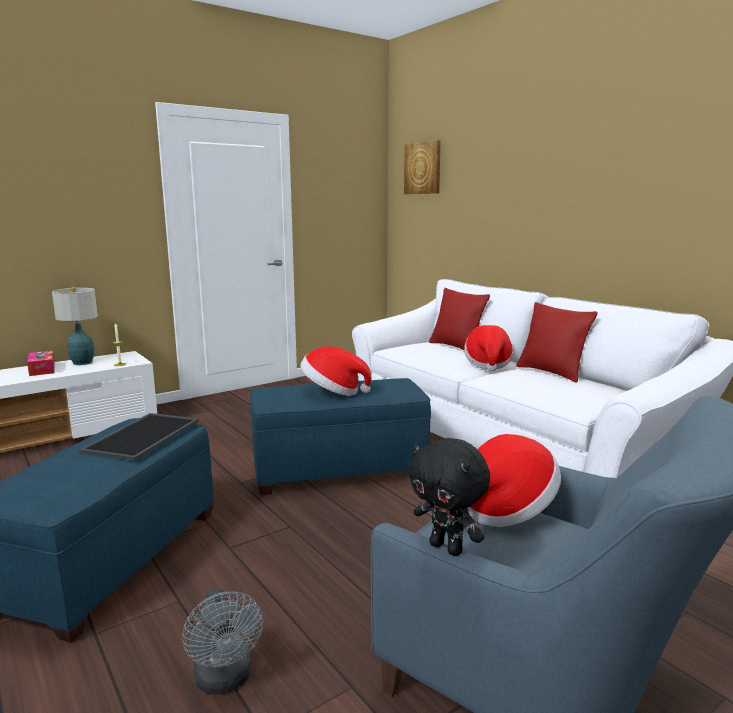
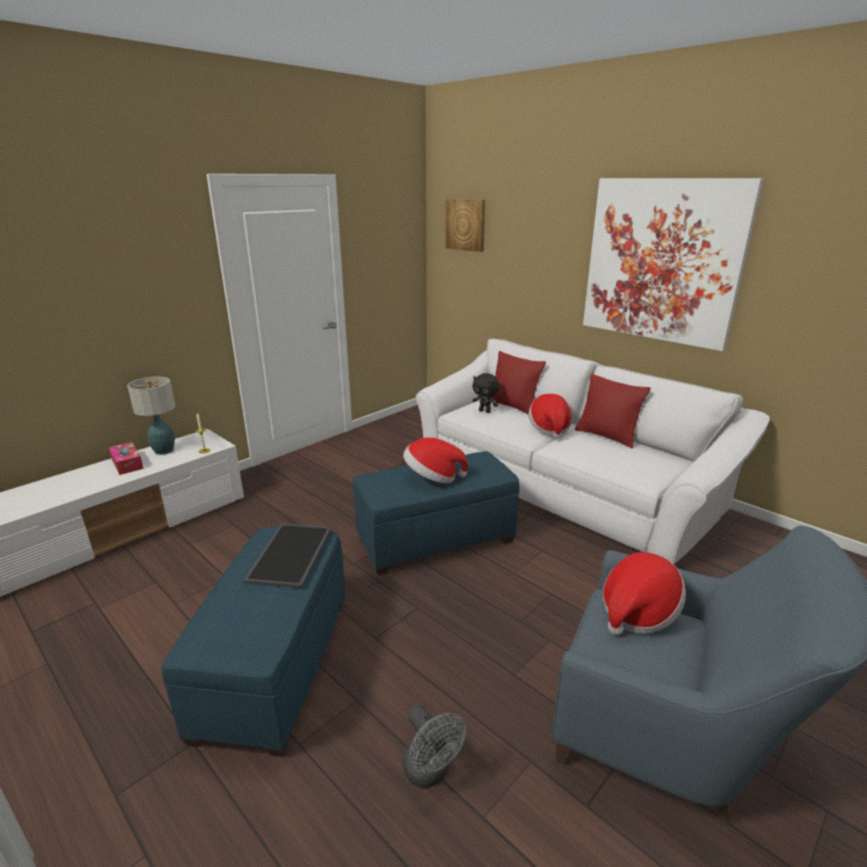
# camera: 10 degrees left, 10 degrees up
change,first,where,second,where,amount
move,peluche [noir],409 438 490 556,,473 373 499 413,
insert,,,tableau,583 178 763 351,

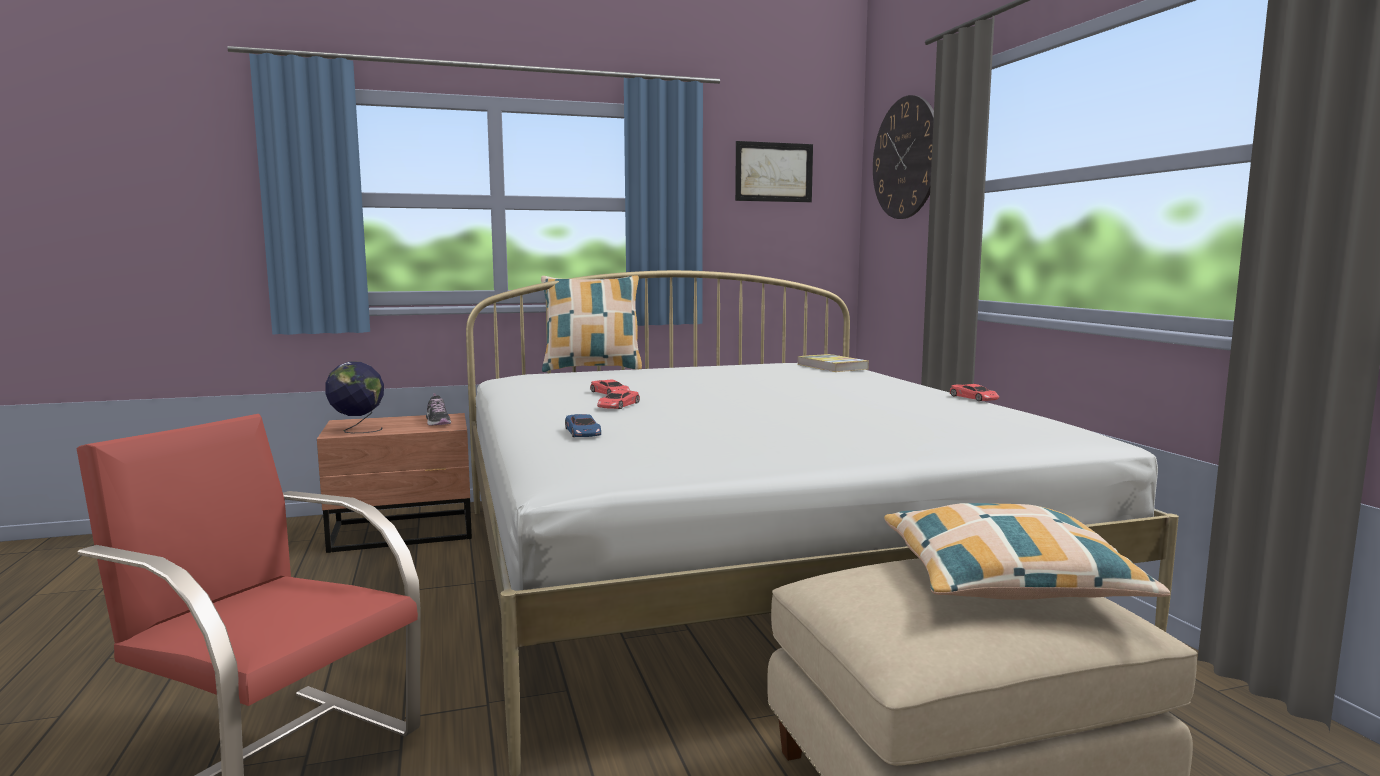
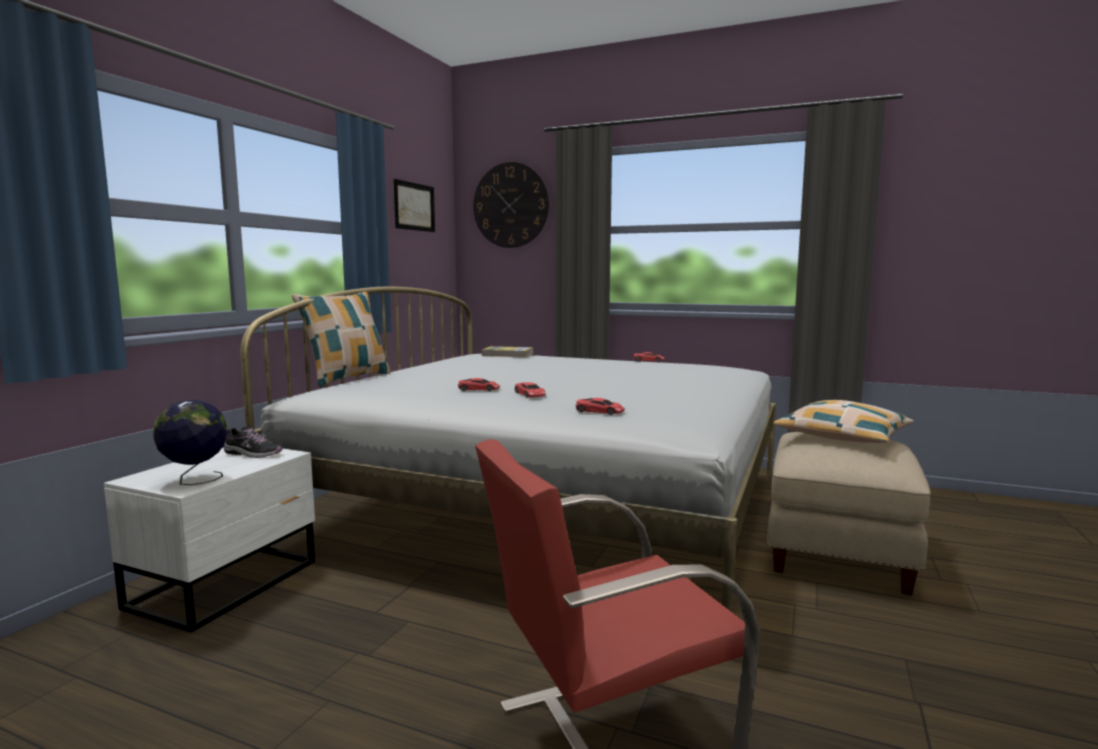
# camera: 50 degrees left, 0 degrees up
change,first,where,second,where,amount
recolor,table de chevet [marron],317 413 472 553,table de chevet [blanc],104 448 315 633,
recolor,petite voiture [bleu],565 414 601 437,petite voiture [rouge],576 398 625 415,

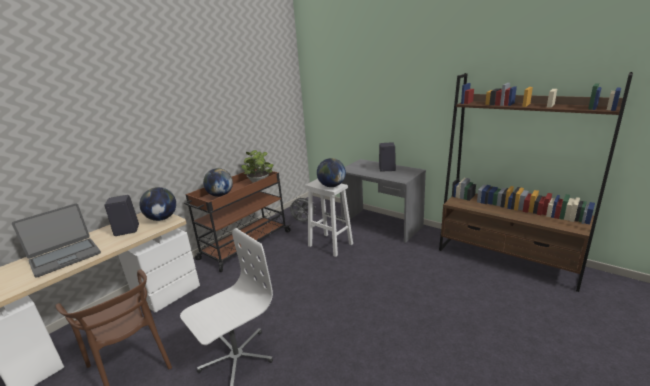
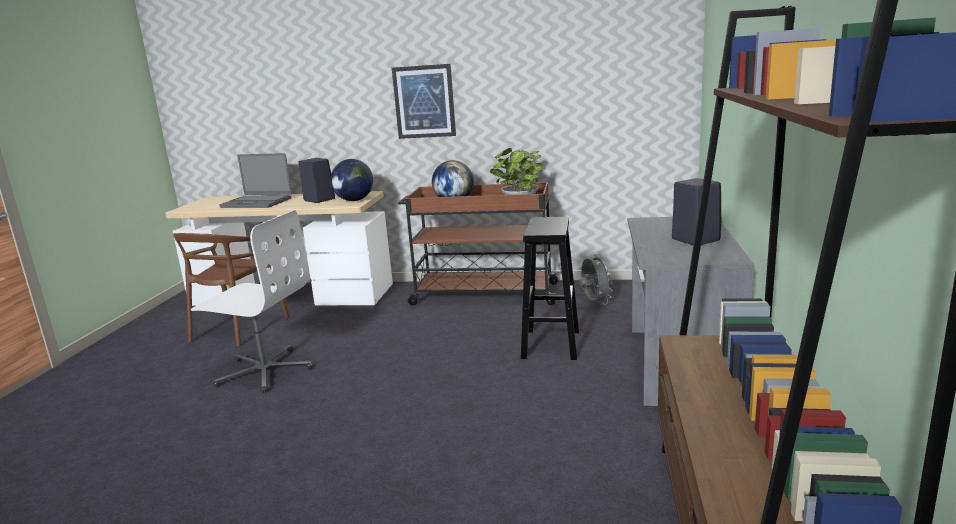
# camera: 60 degrees right, 5 degrees down
change,first,where,second,where,amount
recolor,tabouret [blanc],305 179 353 257,tabouret [noir],521 217 579 360,
delete,globe,317 158 346 187,,,
insert,,,tableau,392 64 456 139,

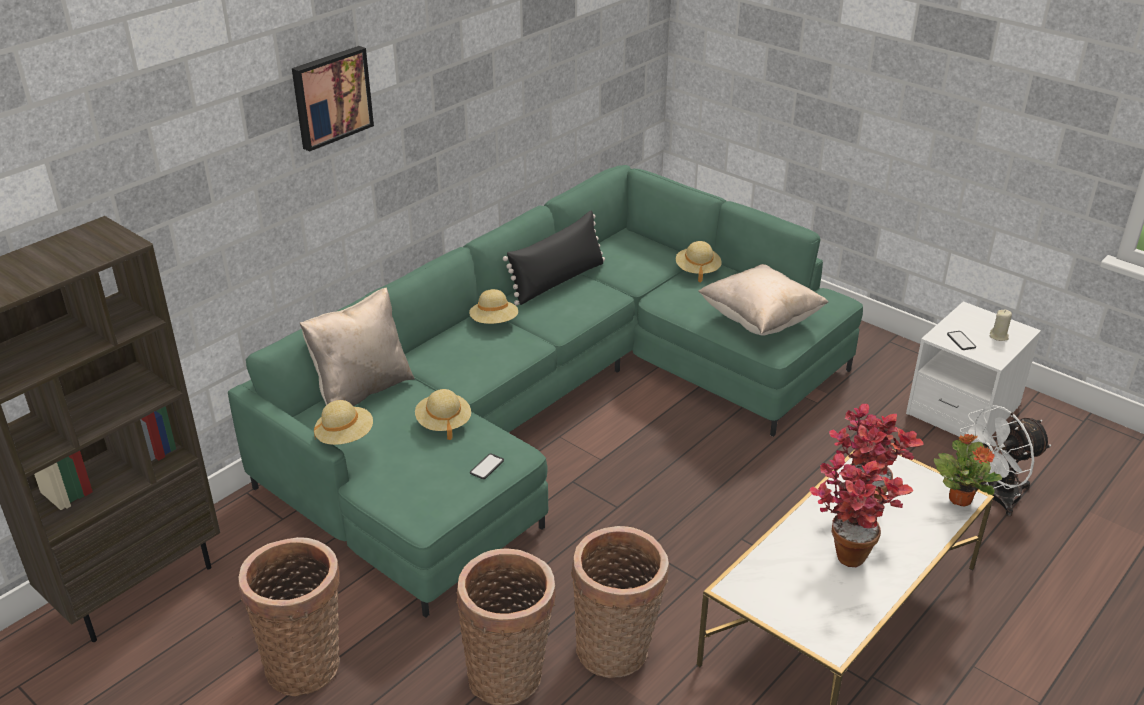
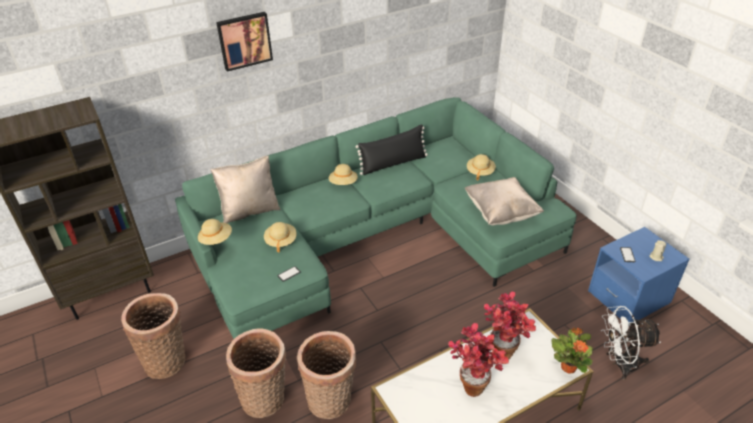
# camera: 20 degrees right, 5 degrees up
change,first,where,second,where,amount
recolor,table de chevet [blanc],906 301 1041 443,table de chevet [bleu],588 227 690 322,

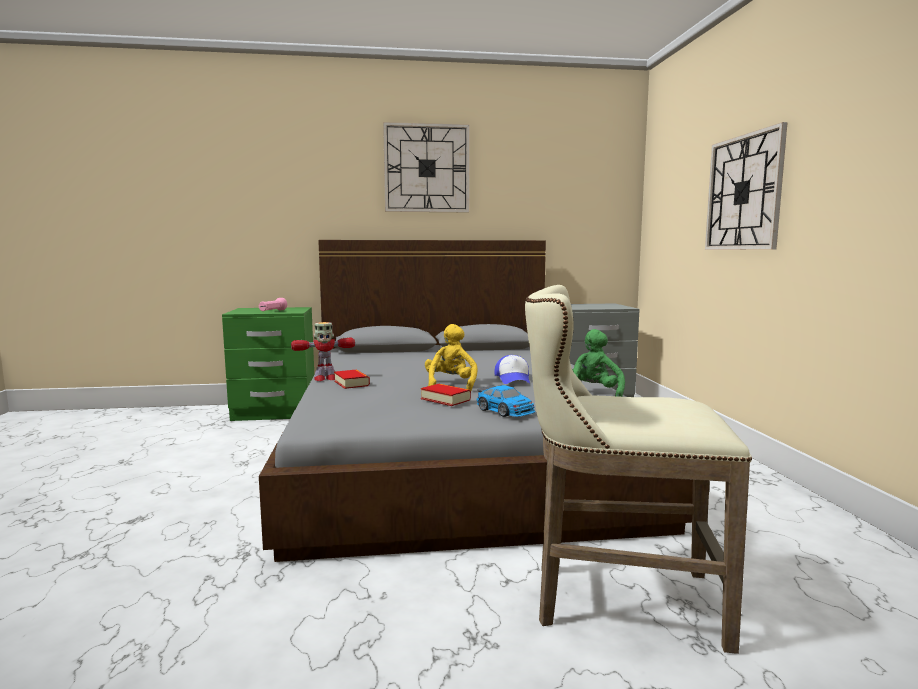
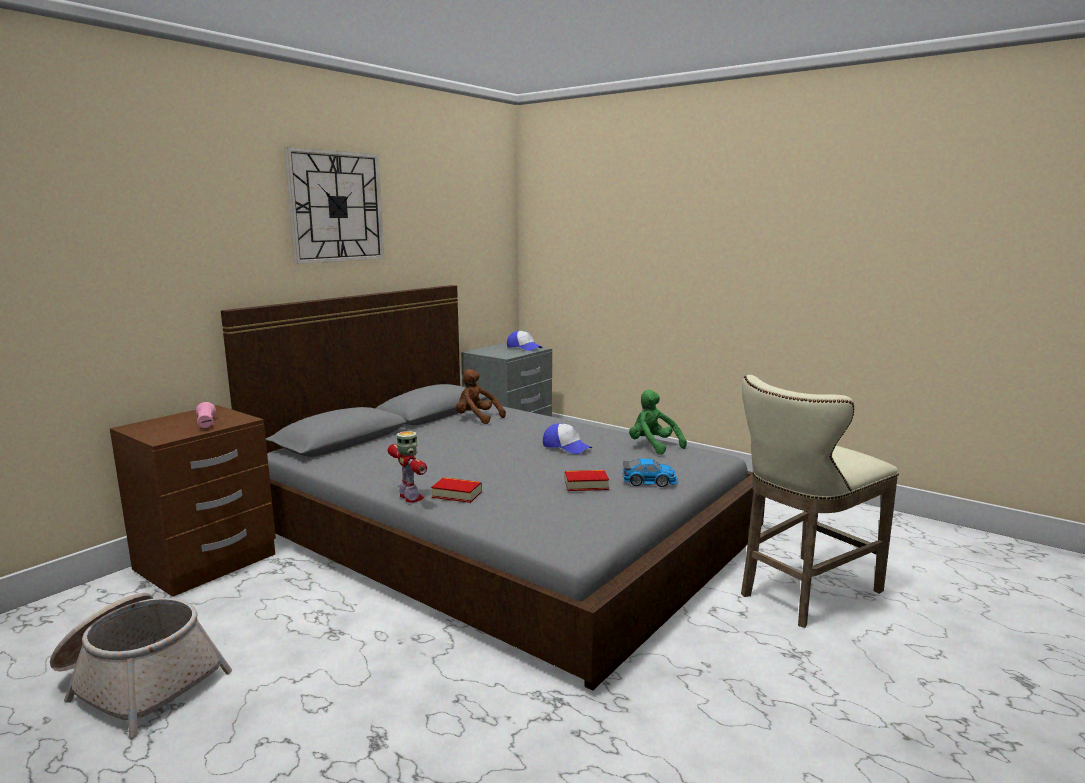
# camera: 45 degrees left, 5 degrees up
change,first,where,second,where,amount
recolor,table de chevet [vert],222 307 314 421,table de chevet [marron],110 405 276 597,
rotate,robot jouet,291 322 355 381,,388 431 427 503,60 degrees counterclockwise
delete,peluche [jaune],425 324 477 391,,,
delete,horloge murale,705 122 788 250,,,
insert,,,panier,50 593 232 737,
insert,,,peluche [marron],456 369 506 424,
insert,,,casquette,507 331 543 351,

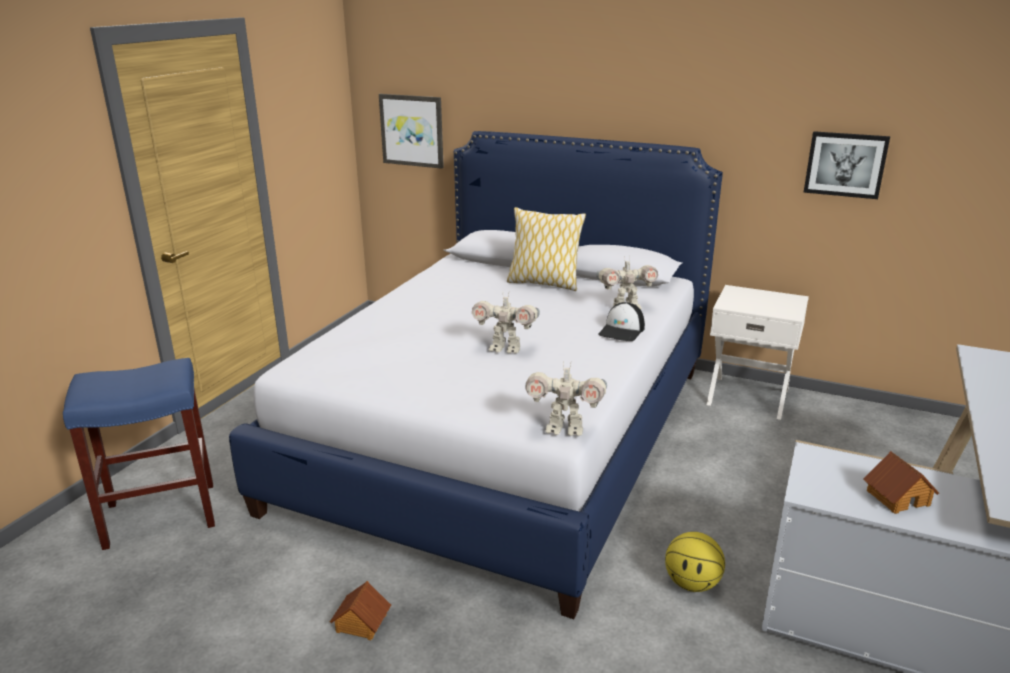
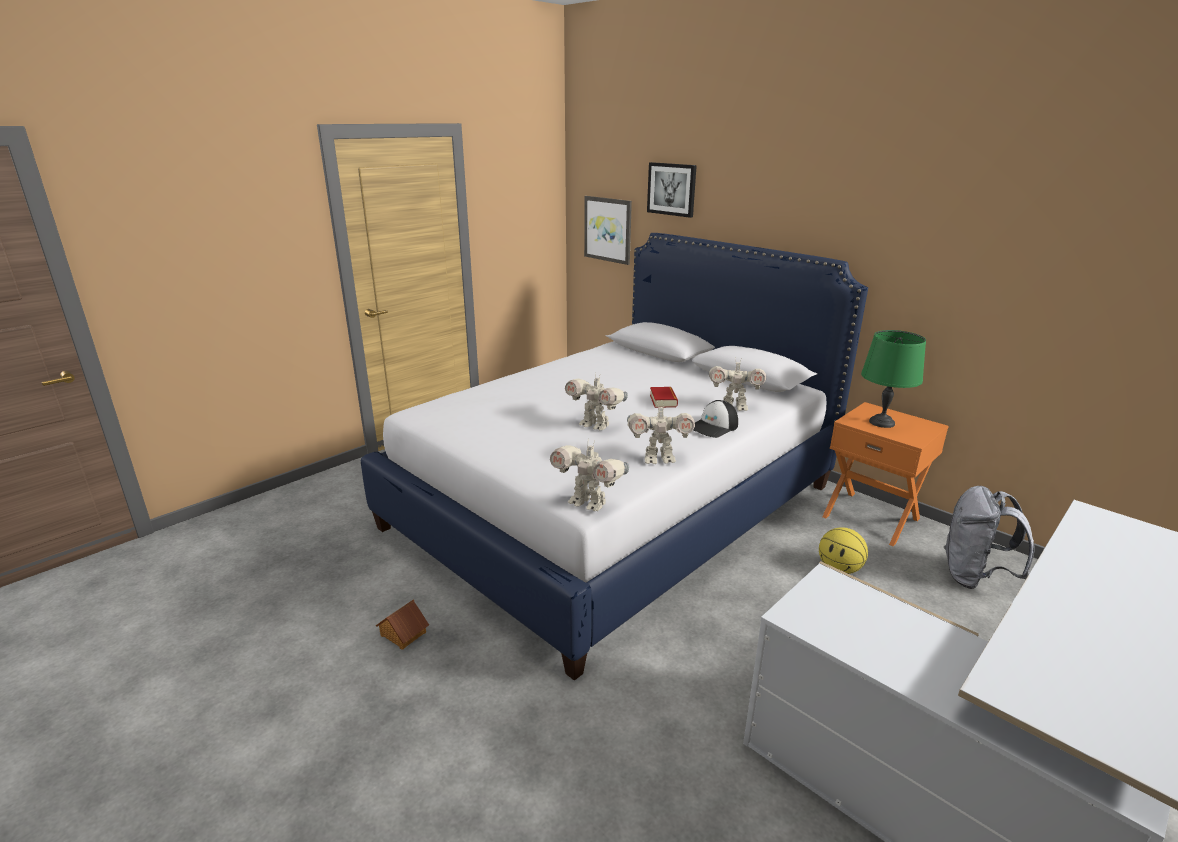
# camera: 20 degrees right, 0 degrees up
change,first,where,second,where,amount
delete,tabouret [bleu],63 358 215 550,,,
delete,coussin,507 207 586 291,,,
move,ballon de basket,665 532 725 592,,819 527 868 574,
recolor,table de chevet [blanc],707 285 809 420,table de chevet [orange],822 402 949 546,
move,tableau,803 131 890 199,,647 162 697 218,
delete,maison miniature,863 451 939 514,,,
insert,,,robot jouet,627 401 695 464,
insert,,,livre,650 387 678 408,
insert,,,lampe de table [vert],861 330 926 428,
insert,,,sac à dos [gris],944 486 1035 589,

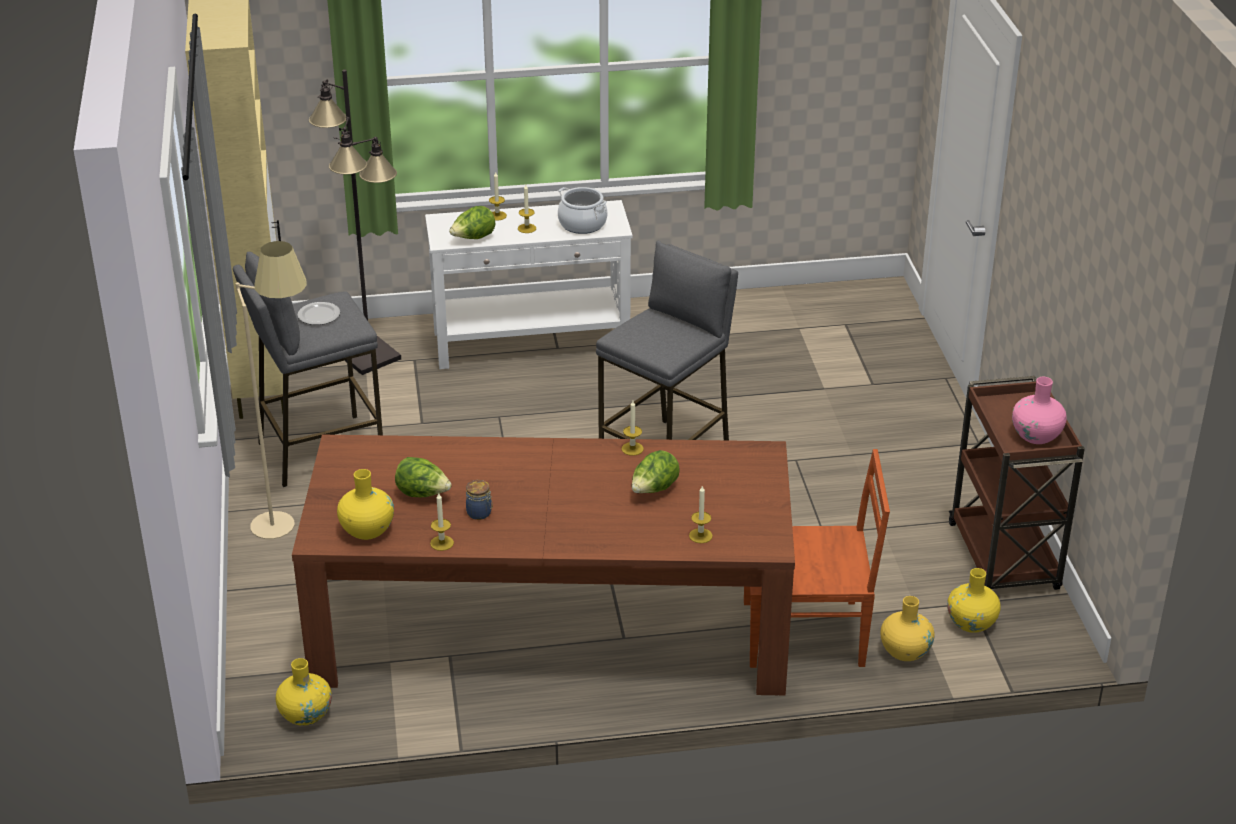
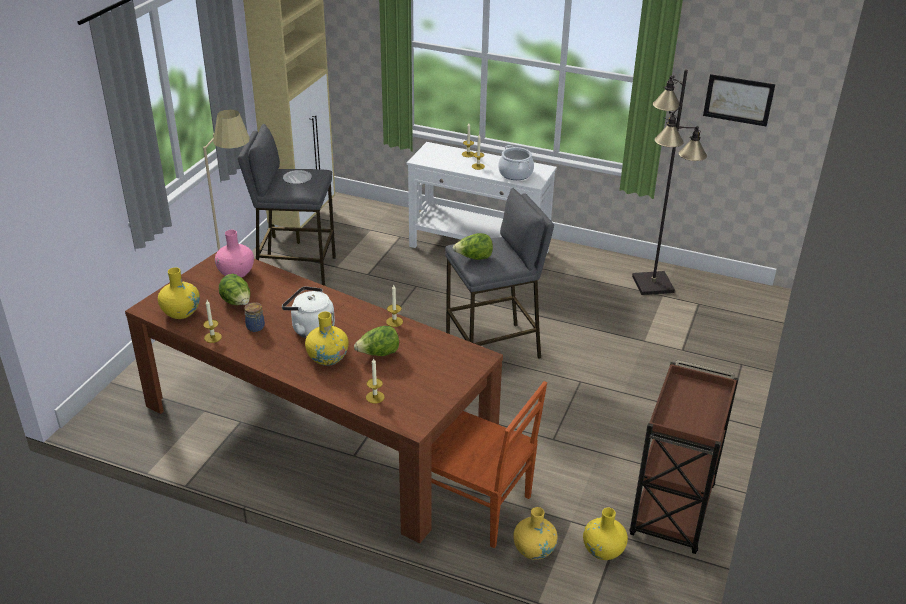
# camera: 30 degrees right, 0 degrees up
change,first,where,second,where,amount
move,vase [jaune],276 658 332 726,,305 312 348 366,
move,lampadaire [noir],308 70 401 375,,632 69 707 295,
move,laitue,449 206 495 239,,453 233 493 260,
move,vase [rose],1012 377 1067 444,,215 230 254 278,
insert,,,bouilloire [blanc],282 286 335 338,
insert,,,tableau,703 74 775 127,

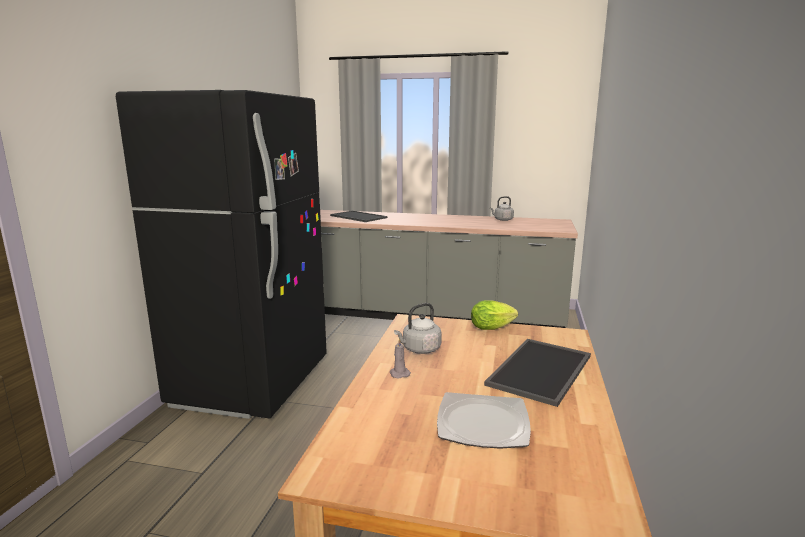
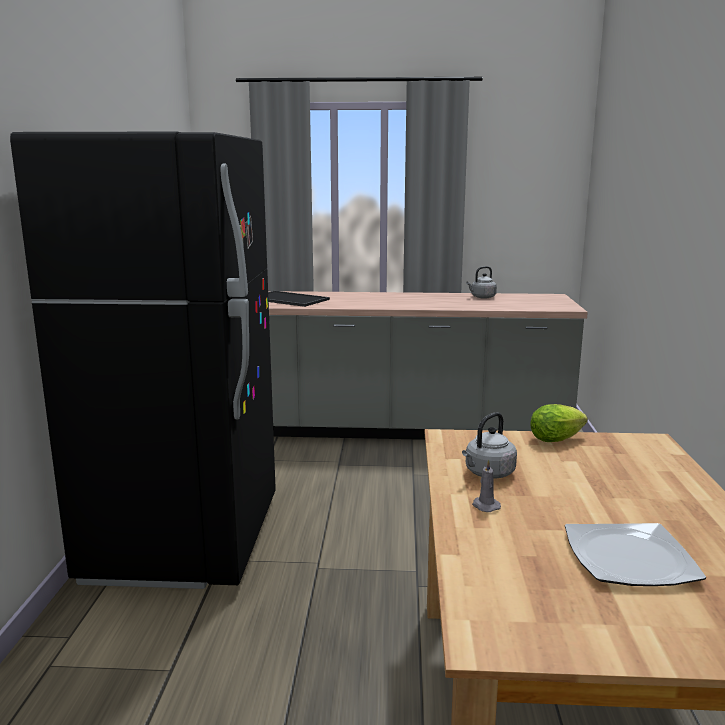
# camera: 10 degrees left, 0 degrees up
change,first,where,second,where,amount
delete,plateau,484 339 591 407,,,

